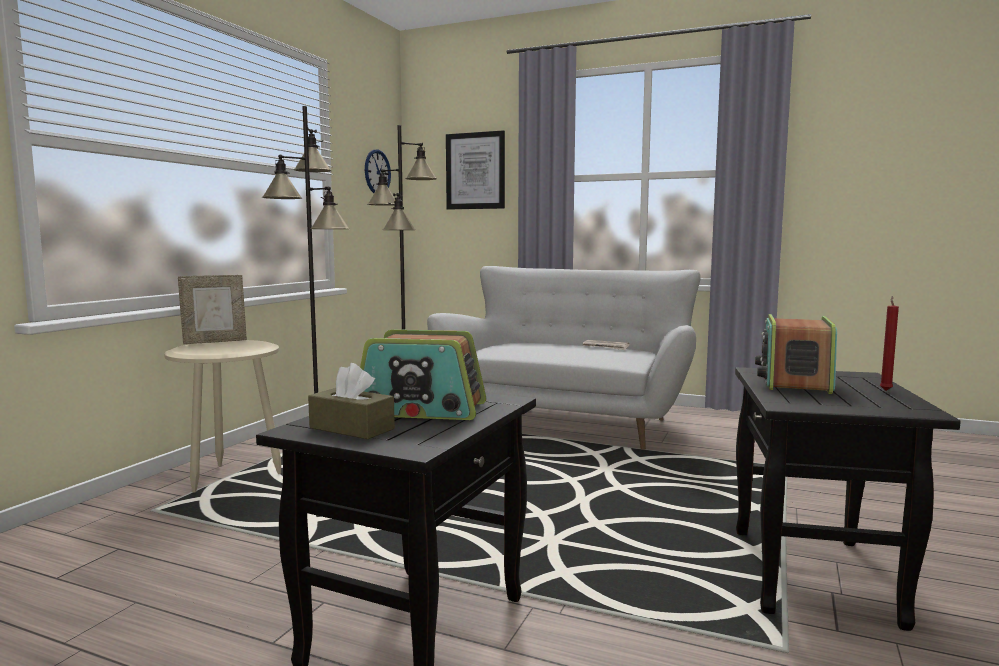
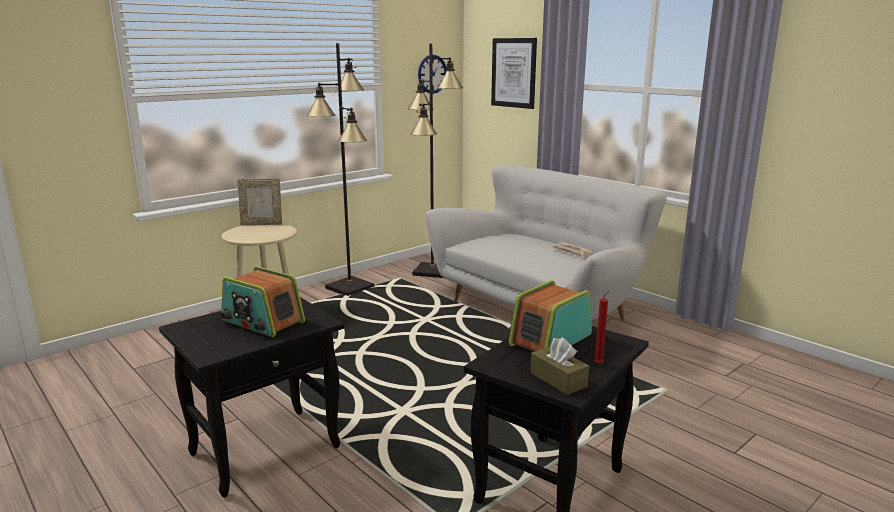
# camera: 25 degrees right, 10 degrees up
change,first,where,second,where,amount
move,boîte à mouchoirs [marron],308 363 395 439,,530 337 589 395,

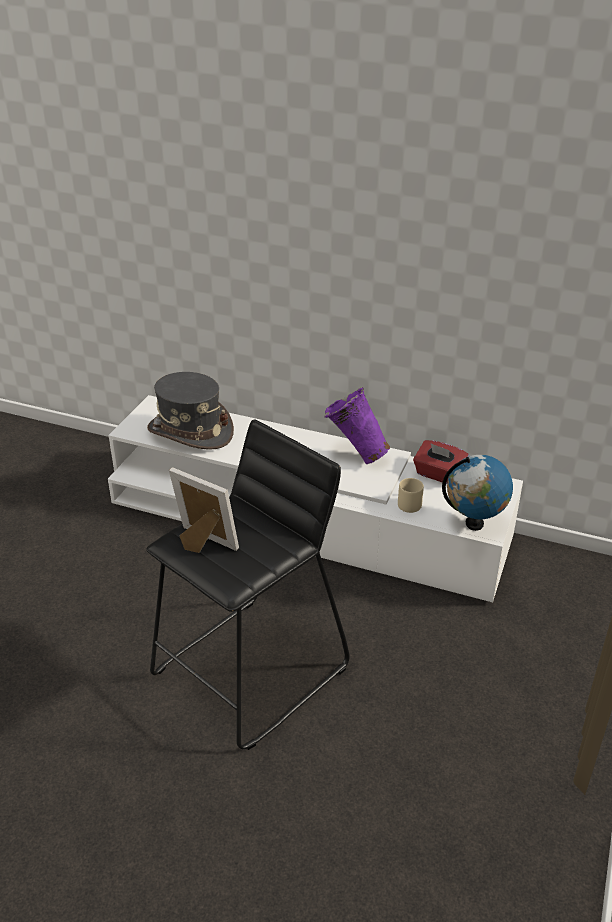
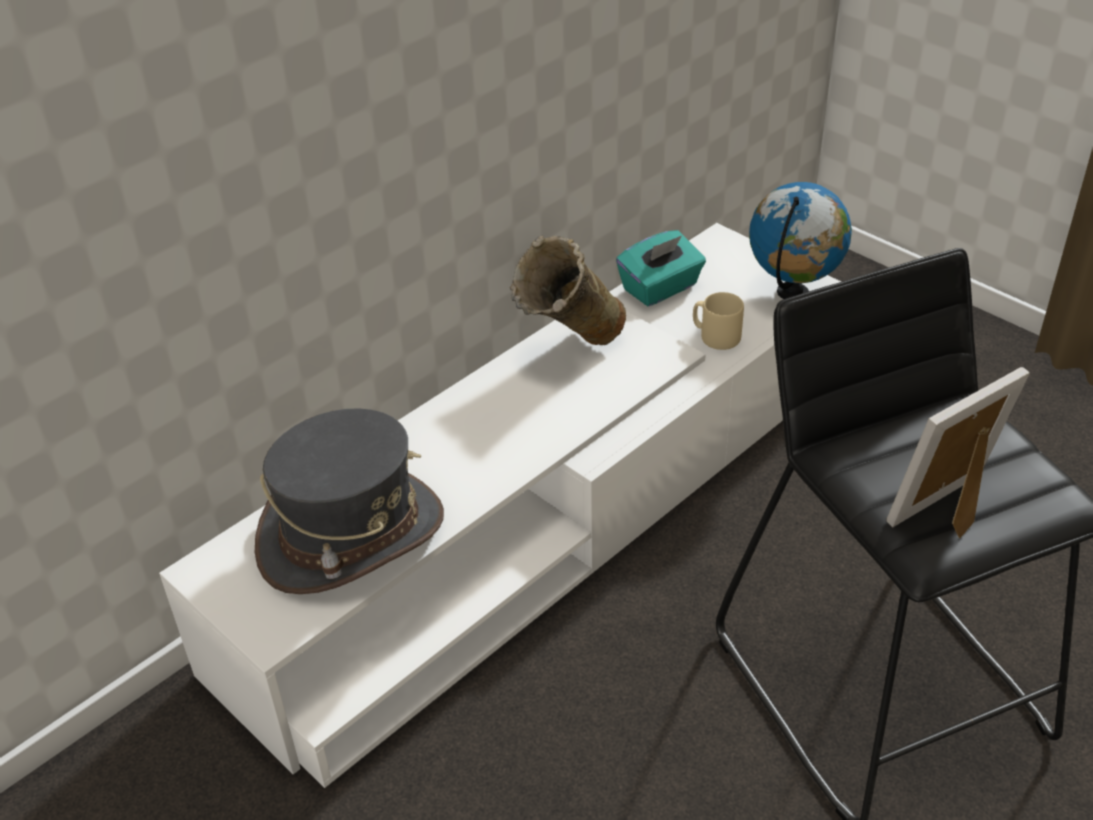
# camera: 65 degrees left, 5 degrees up
change,first,where,second,where,amount
recolor,vase [violet],324 387 390 464,vase [beige],510 236 626 345,
recolor,boîte à mouchoirs [rouge],413 440 469 484,boîte à mouchoirs [turquoise],616 230 706 306,

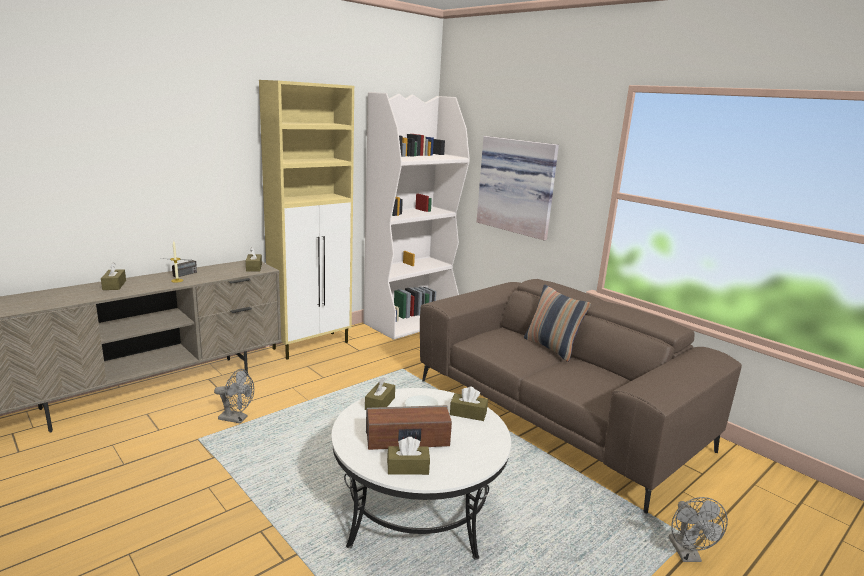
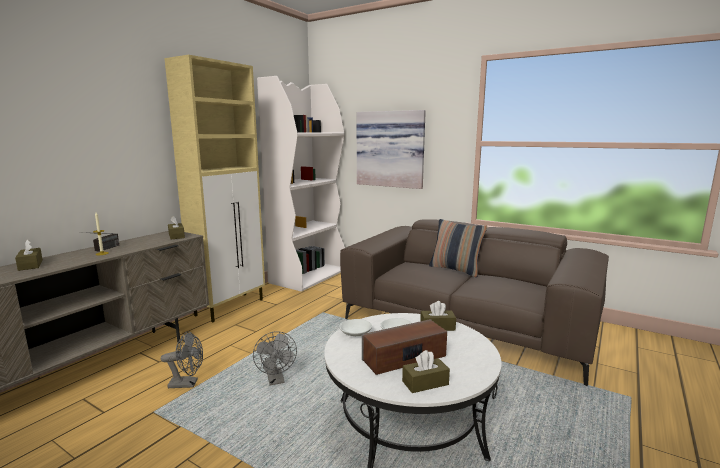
# camera: 15 degrees left, 5 degrees down
change,first,where,second,where,amount
replace,boîte à mouchoirs [marron],365 378 395 410,bol [blanc],340 319 372 336,
move,ventilateur [gris],669 497 728 562,,253 331 297 385,

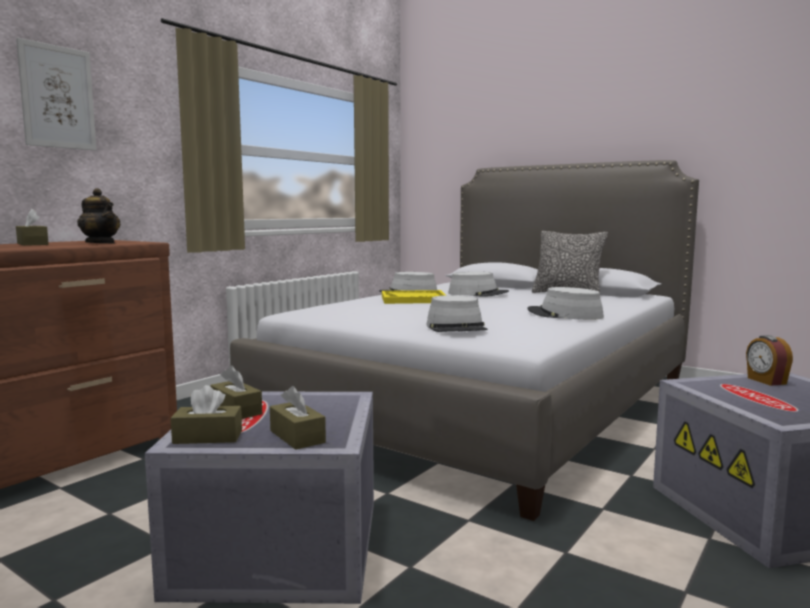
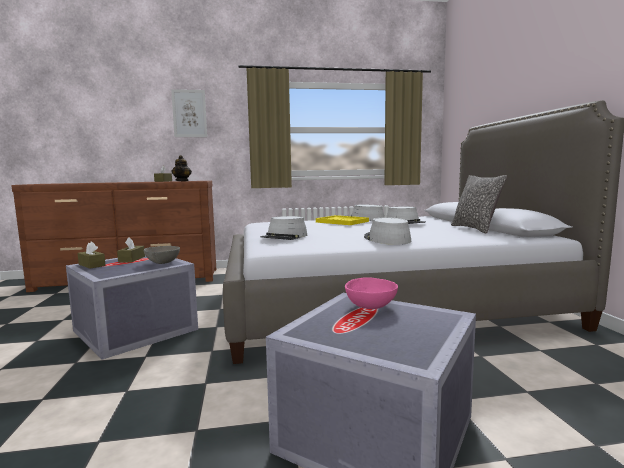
# camera: 45 degrees right, 0 degrees up
change,first,where,second,where,amount
delete,boîte à mouchoirs [marron],270 386 326 450,,,
delete,réveil,746 335 793 386,,,
insert,,,bol [gris],144 246 180 264,
insert,,,bol [rose],345 277 398 309,

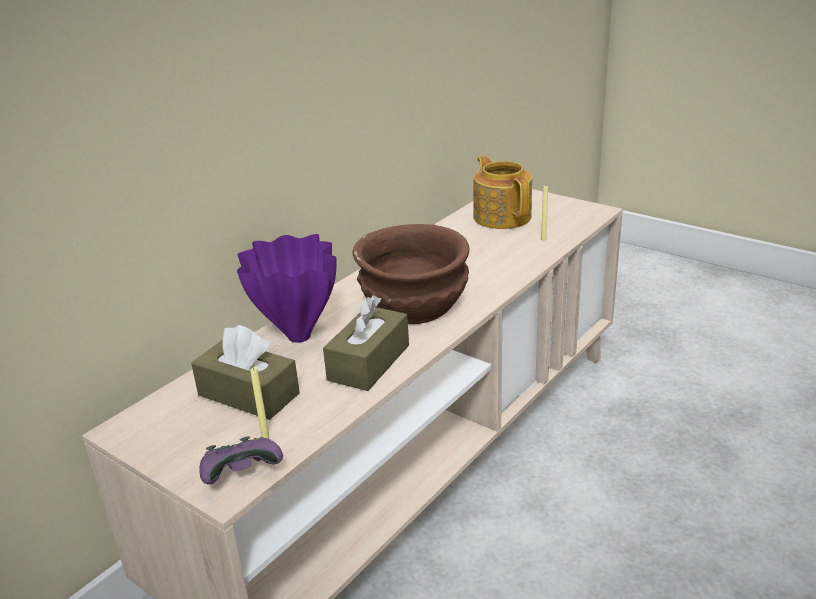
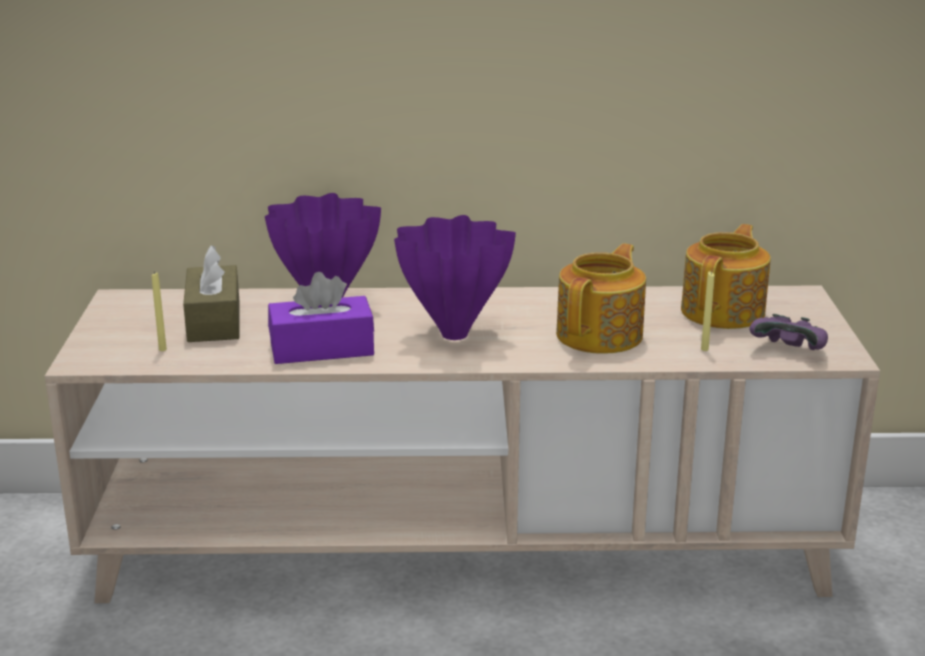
# camera: 50 degrees right, 5 degrees down
change,first,where,second,where,amount
move,manette [violet],199 436 283 485,,749 314 828 350,
recolor,boîte à mouchoirs [marron],323 295 409 391,boîte à mouchoirs [violet],268 272 374 364,
replace,bol [marron],352 224 470 324,vase [violet],394 215 516 340,
insert,,,théière,556 244 646 354,

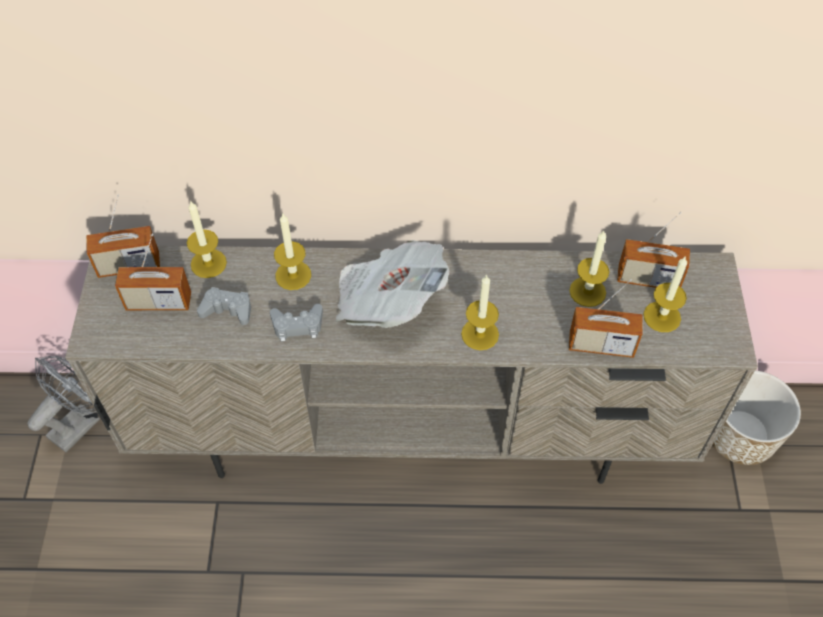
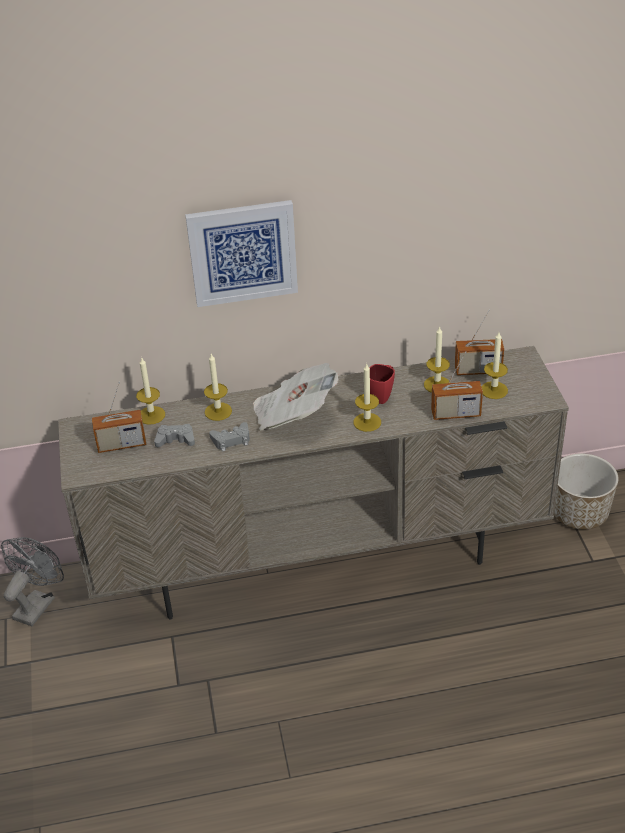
# camera: 10 degrees left, 15 degrees down
change,first,where,second,where,amount
delete,radio,86 195 160 278,,,
insert,,,tableau,185 200 298 307,
insert,,,mug [rouge],369 364 395 404,

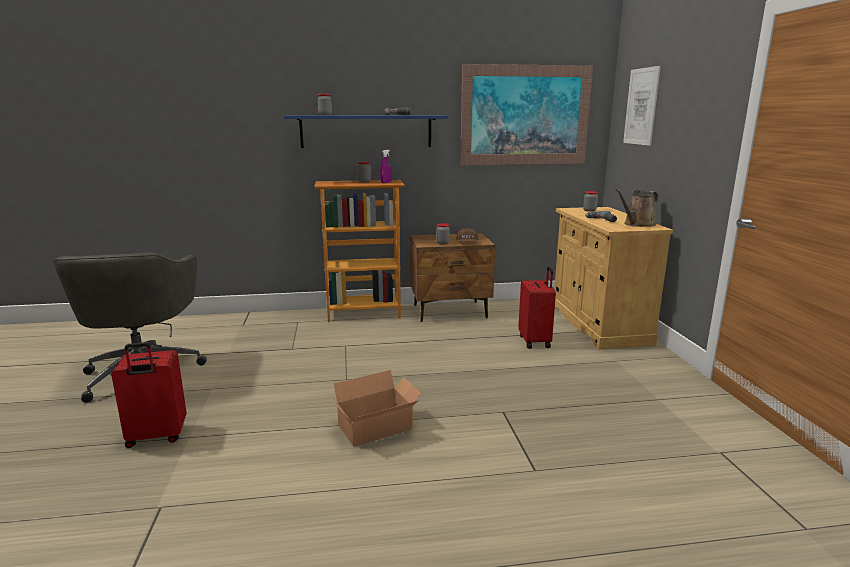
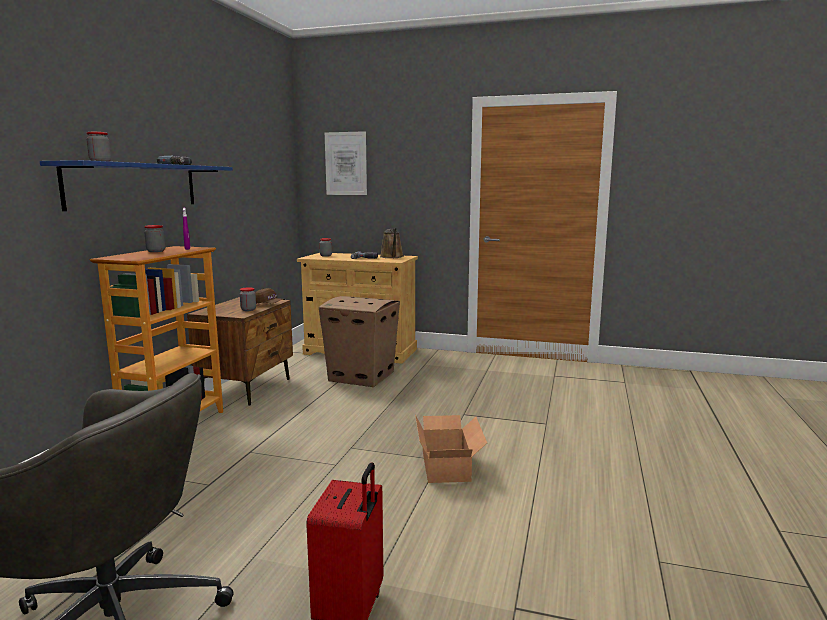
# camera: 65 degrees left, 5 degrees down
change,first,where,second,where,amount
delete,tableau,460 64 593 165,,,
replace,valise [rouge],518 267 556 349,carton,319 296 400 387,

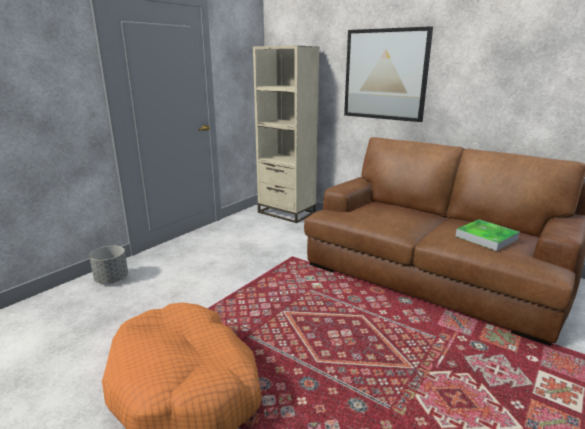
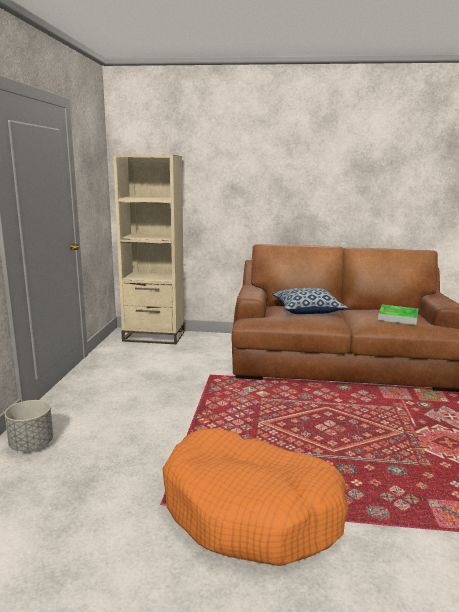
# camera: 30 degrees left, 5 degrees down
change,first,where,second,where,amount
delete,tableau,344 26 433 122,,,
insert,,,coussin,272 288 348 314,

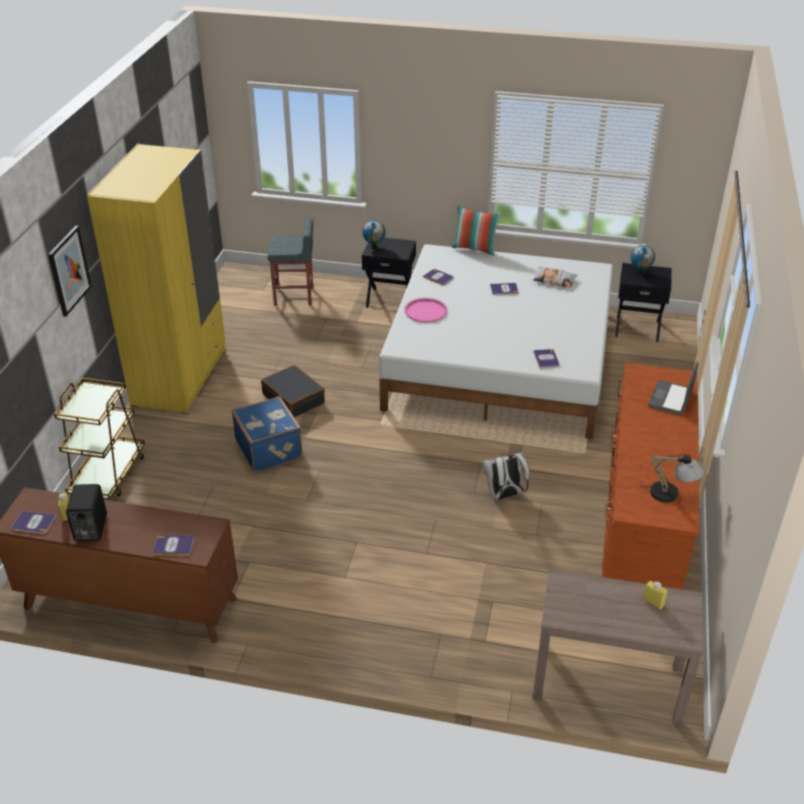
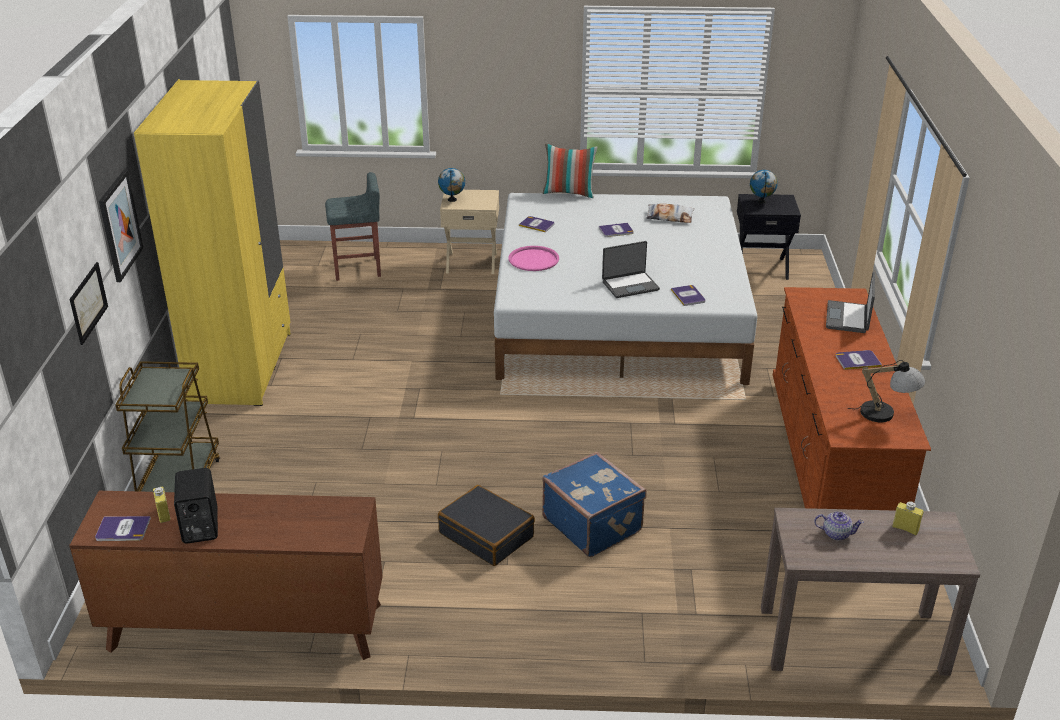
# camera: 10 degrees left, 5 degrees down
change,first,where,second,where,amount
move,livre,152 535 194 556,,836 350 882 370,
move,valise [bleu],232 396 303 472,,542 452 647 557,
move,valise [noir],261 365 325 418,,438 485 535 566,
recolor,table de chevet [noir],362 238 416 308,table de chevet [beige],440 190 499 274,
delete,sac à dos [blanc],482 452 529 500,,,
insert,,,tableau,70 262 108 345,
insert,,,ordinateur portable,602 241 660 298,
insert,,,théière,814 511 864 540,

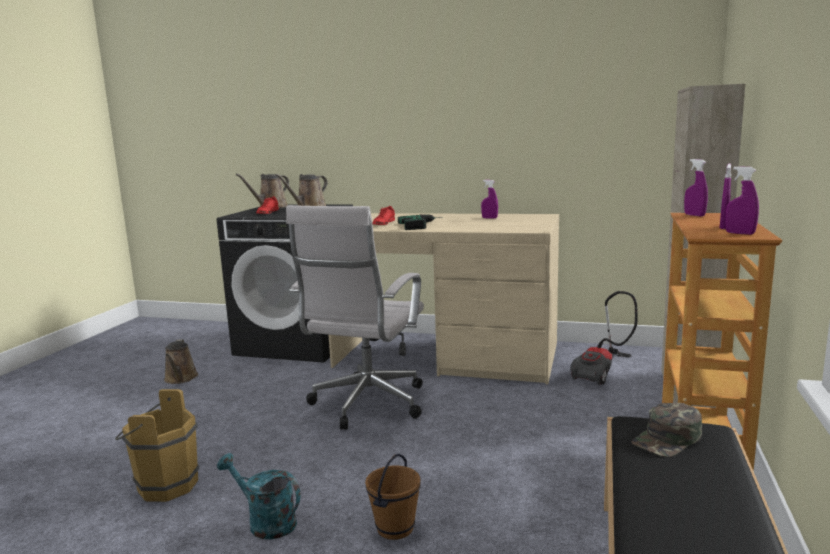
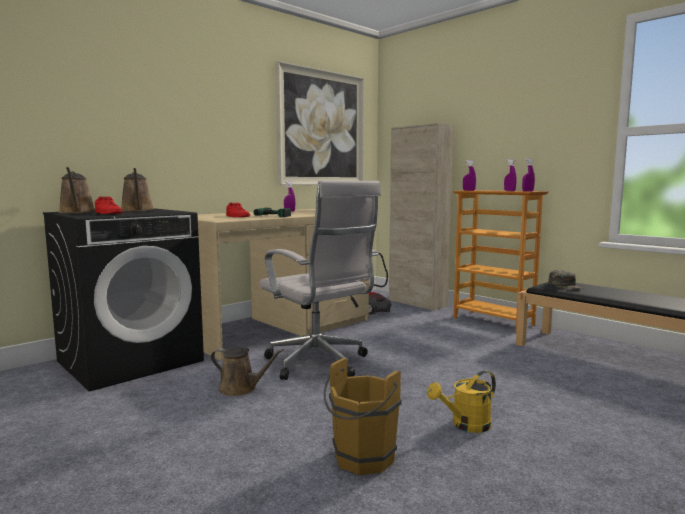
# camera: 60 degrees left, 5 degrees down
change,first,where,second,where,amount
move,arrosoir [marron],164 339 198 384,,211 347 284 396,
recolor,arrosoir [turquoise],217 453 301 539,arrosoir [jaune],427 370 496 433,
delete,seau [marron],365 454 421 540,,,
insert,,,tableau,275 61 364 185,

